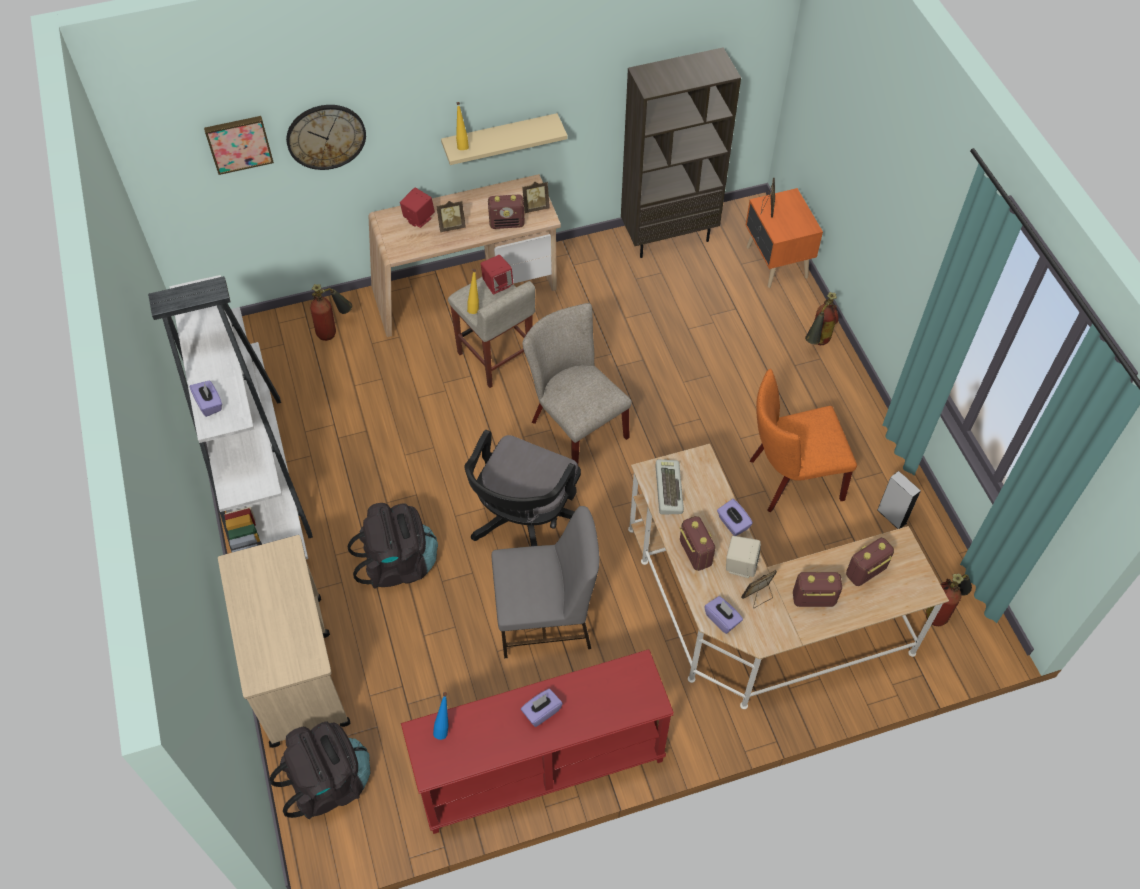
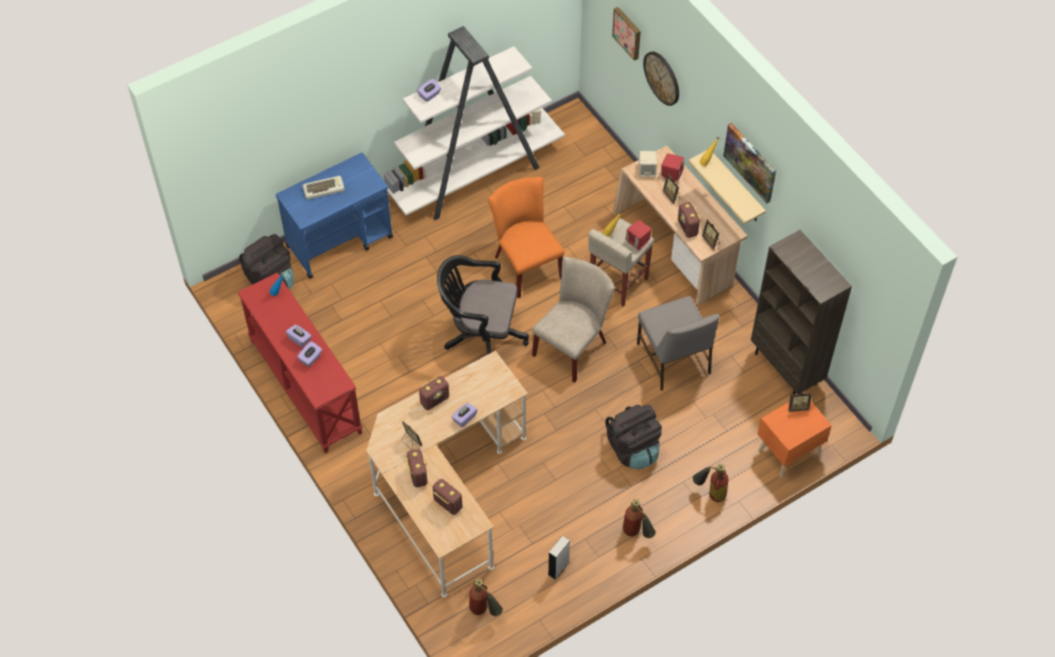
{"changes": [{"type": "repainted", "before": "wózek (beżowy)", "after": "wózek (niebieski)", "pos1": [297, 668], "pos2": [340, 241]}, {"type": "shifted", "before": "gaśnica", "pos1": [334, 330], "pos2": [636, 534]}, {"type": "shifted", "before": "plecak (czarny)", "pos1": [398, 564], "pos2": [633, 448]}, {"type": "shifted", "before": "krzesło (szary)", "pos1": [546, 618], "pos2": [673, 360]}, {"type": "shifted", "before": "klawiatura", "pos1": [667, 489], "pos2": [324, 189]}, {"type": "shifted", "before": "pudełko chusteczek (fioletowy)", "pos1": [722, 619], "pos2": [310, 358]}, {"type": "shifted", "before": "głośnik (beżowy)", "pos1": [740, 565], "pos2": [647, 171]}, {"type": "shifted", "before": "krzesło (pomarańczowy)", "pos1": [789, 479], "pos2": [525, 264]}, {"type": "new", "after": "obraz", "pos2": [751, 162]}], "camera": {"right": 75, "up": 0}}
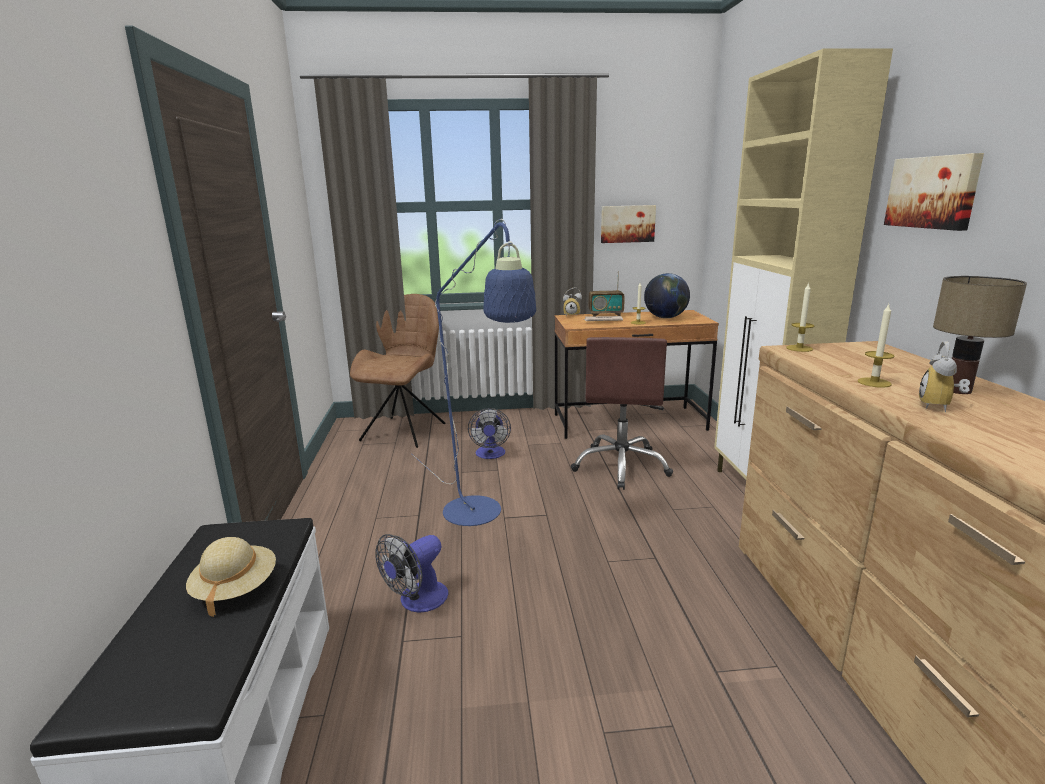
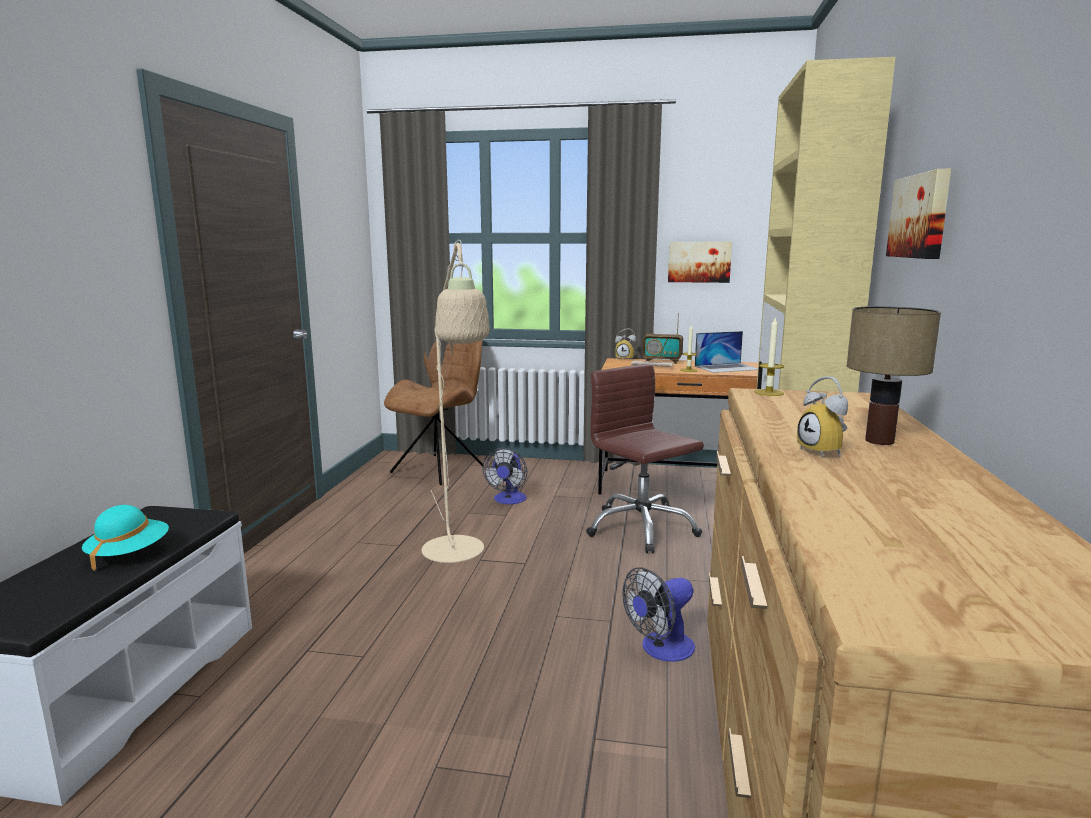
{"changes": [{"type": "repainted", "before": "kapelusz (beżowy)", "after": "kapelusz (turkusowy)", "pos1": [235, 589], "pos2": [129, 554]}, {"type": "shifted", "before": "wentylator", "pos1": [417, 601], "pos2": [660, 649]}, {"type": "repainted", "before": "lampa stojąca (niebieski)", "after": "lampa stojąca (beżowy)", "pos1": [480, 517], "pos2": [456, 556]}, {"type": "rotated", "before": "krzesło biurowe (brązowy)", "pos1": [621, 466], "pos2": [641, 528], "turn": 120}, {"type": "swapped", "before": "globus", "after": "laptop", "pos1": [665, 317], "pos2": [727, 368]}, {"type": "gone", "before": "świeca", "pos1": [874, 382]}, {"type": "rotated", "before": "budzik", "pos1": [940, 407], "pos2": [826, 452], "turn": -60}], "camera": {"right": 15, "up": -5}}
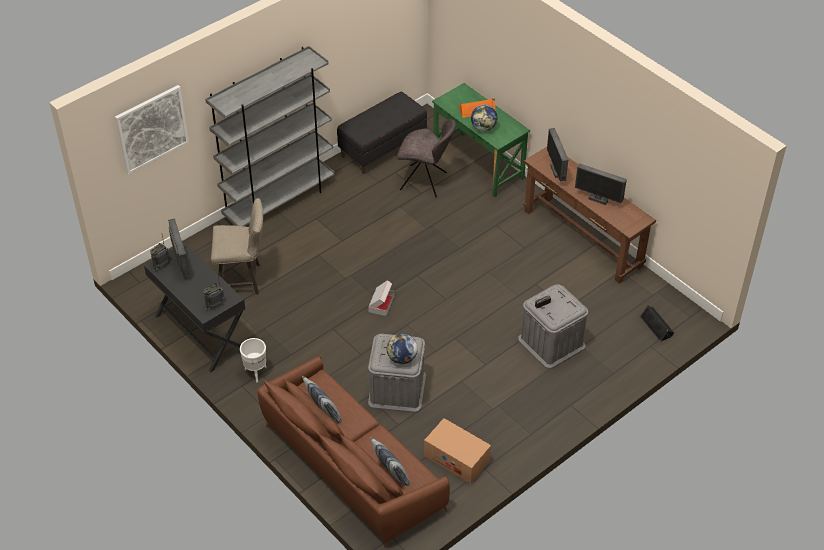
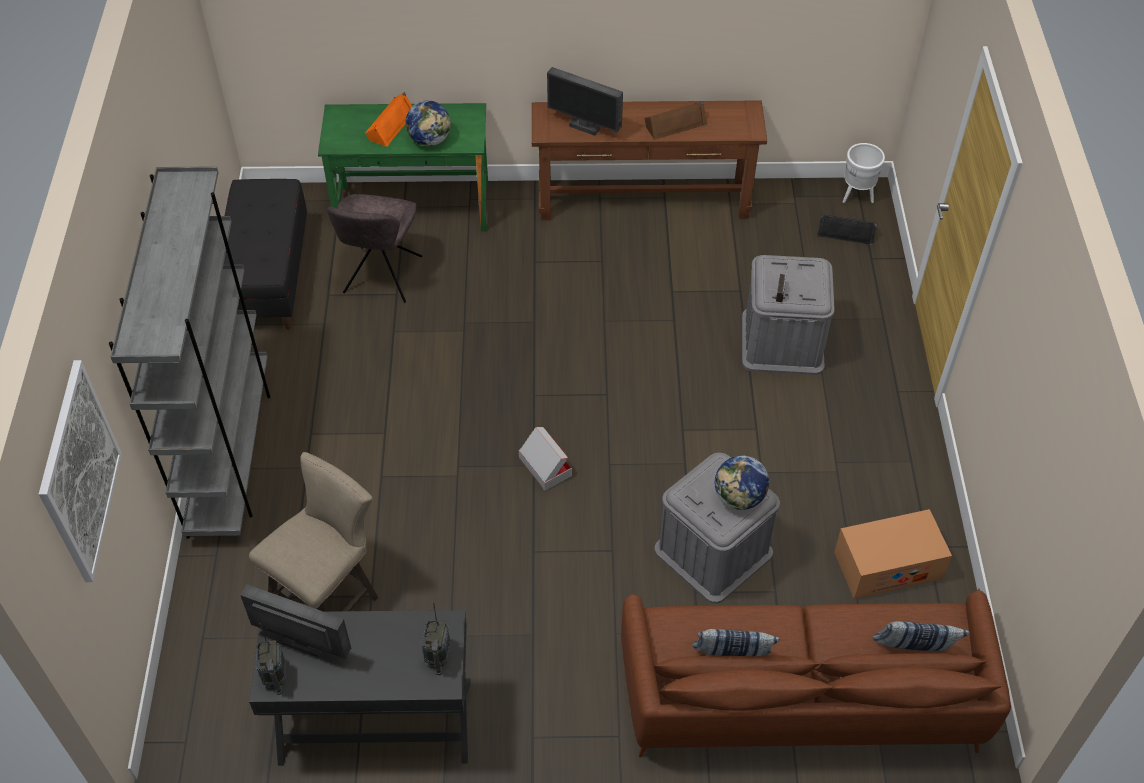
{"changes": [{"type": "shifted", "before": "donica (biały)", "pos1": [255, 373], "pos2": [857, 197]}, {"type": "rotated", "before": "krzesło (szary)", "pos1": [425, 182], "pos2": [381, 277], "turn": 135}, {"type": "swapped", "before": "monitor", "after": "głośnik (brązowy)", "pos1": [598, 199], "pos2": [675, 124]}], "camera": {"right": -50, "up": 5}}
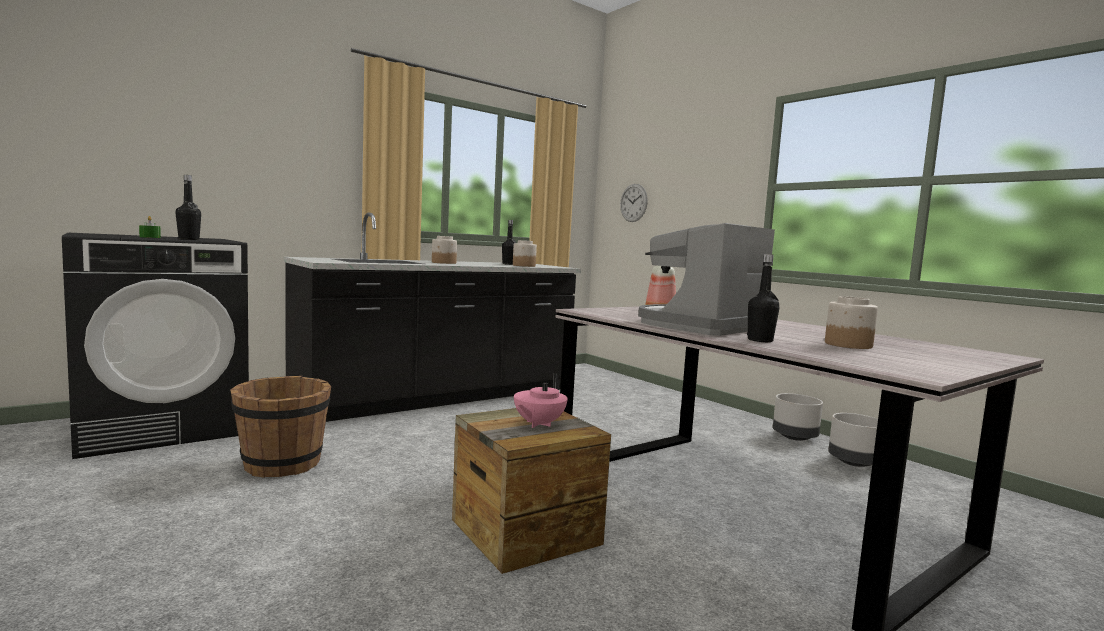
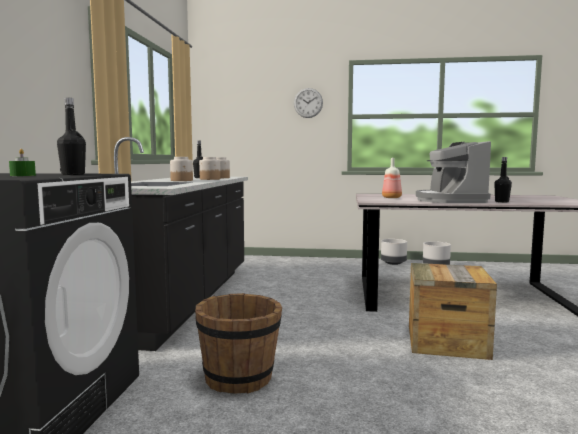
{"changes": [{"type": "gone", "before": "imbryk (różowy)", "pos1": [538, 424]}, {"type": "shifted", "before": "zegar ścienny", "pos1": [633, 203], "pos2": [308, 103]}, {"type": "shifted", "before": "słoik", "pos1": [847, 345], "pos2": [209, 179]}], "camera": {"right": -45, "up": 0}}
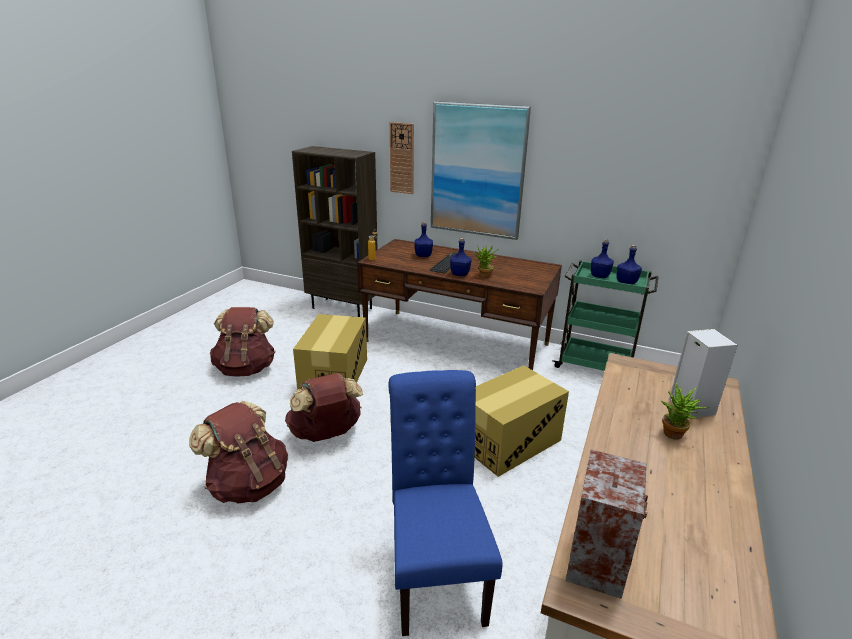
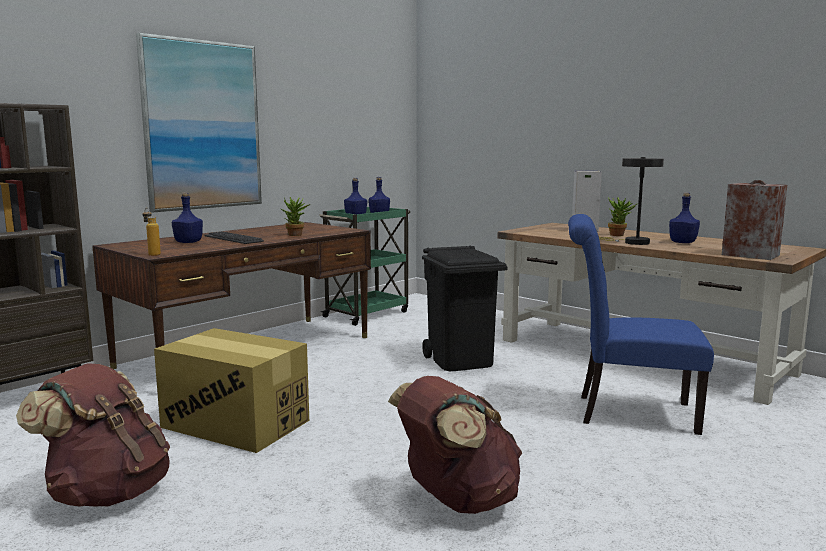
{"changes": [{"type": "gone", "before": "plecak (brązowy)", "pos1": [326, 434]}, {"type": "gone", "before": "zegar ścienny", "pos1": [402, 158]}, {"type": "shifted", "before": "butelka (niebieski)", "pos1": [460, 274], "pos2": [682, 242]}, {"type": "swapped", "before": "karton", "after": "kosz na śmieci (czarny)", "pos1": [509, 441], "pos2": [461, 360]}, {"type": "new", "after": "lampa stołowa (czarny)", "pos2": [632, 242]}], "camera": {"right": -70, "up": -15}}
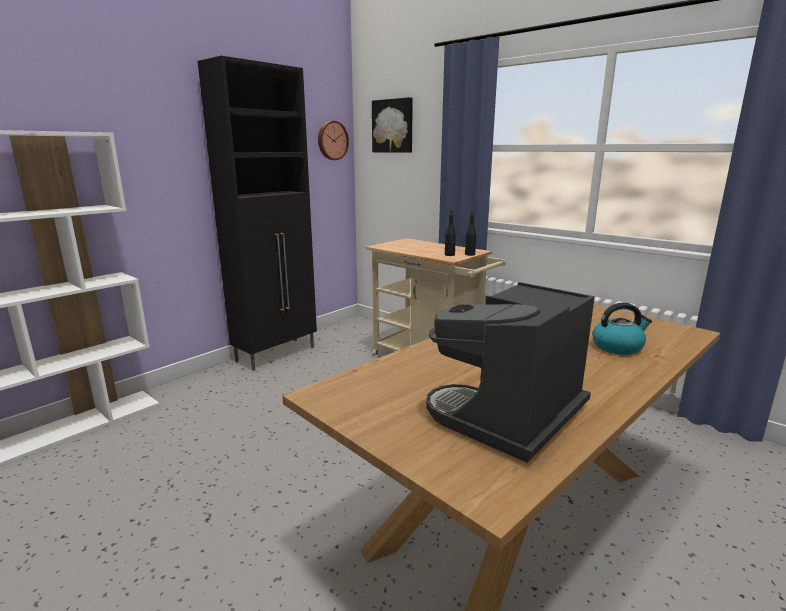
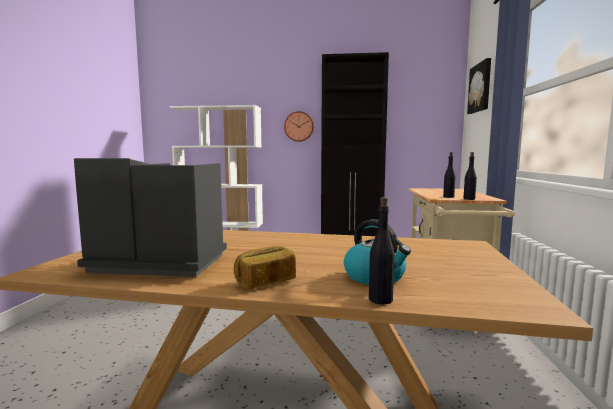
{"changes": [{"type": "shifted", "before": "zegar ścienny", "pos1": [332, 140], "pos2": [299, 126]}, {"type": "new", "after": "chleb", "pos2": [265, 282]}, {"type": "new", "after": "butelka (czarny)", "pos2": [381, 299]}], "camera": {"right": 55, "up": -10}}
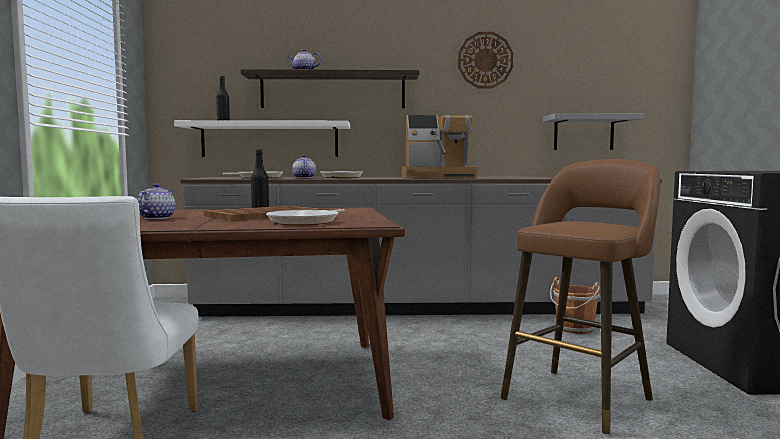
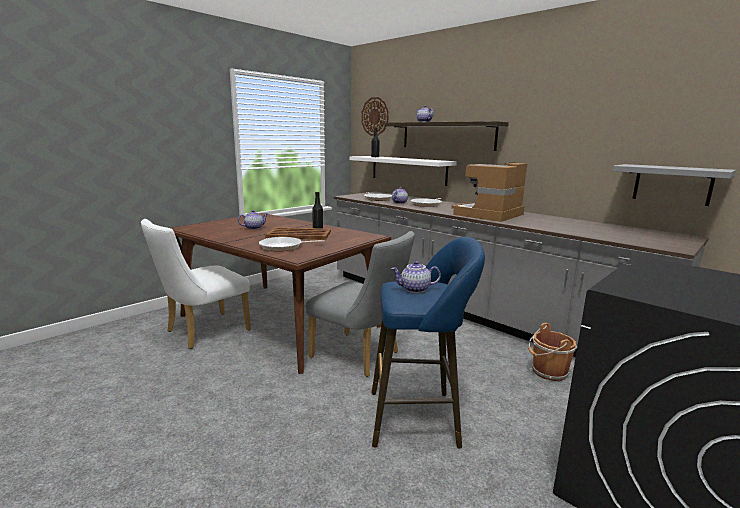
{"changes": [{"type": "rotated", "before": "ekspres do kawy", "pos1": [439, 177], "pos2": [488, 215], "turn": 90}, {"type": "shifted", "before": "zegar ścienny", "pos1": [485, 60], "pos2": [375, 116]}, {"type": "repainted", "before": "stołek (brązowy)", "after": "stołek (niebieski)", "pos1": [580, 396], "pos2": [419, 418]}, {"type": "new", "after": "krzesło (szary)", "pos2": [360, 356]}, {"type": "new", "after": "imbryk", "pos2": [414, 289]}], "camera": {"right": 45, "up": 10}}
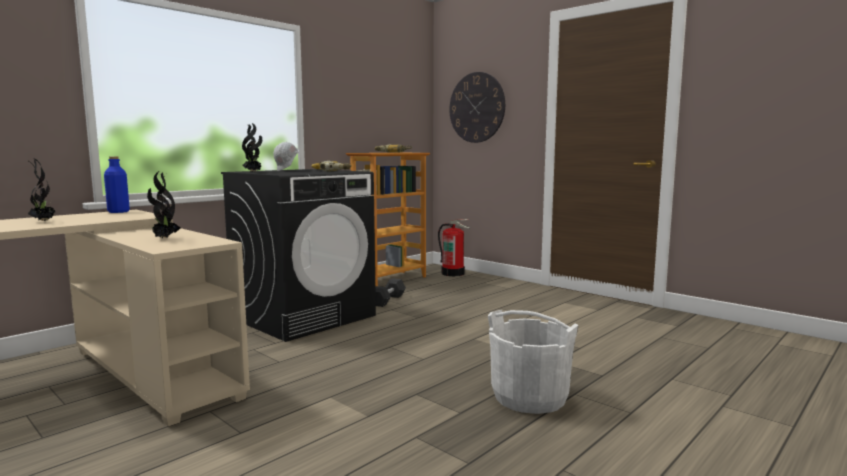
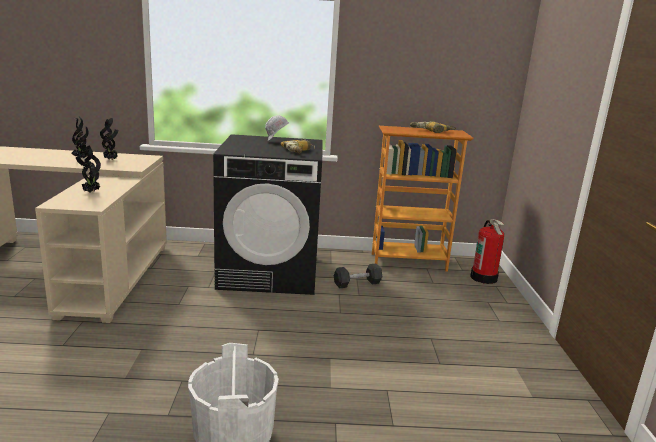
{"changes": [{"type": "gone", "before": "butelka (niebieski)", "pos1": [118, 212]}, {"type": "shifted", "before": "roślina doniczkowa", "pos1": [253, 172], "pos2": [111, 159]}, {"type": "gone", "before": "zegar ścienny", "pos1": [476, 107]}], "camera": {"right": 45, "up": 10}}
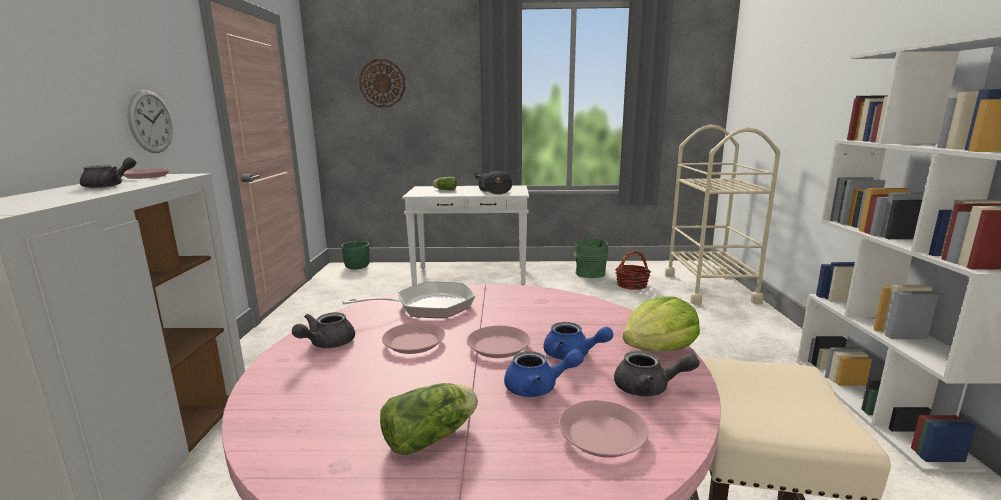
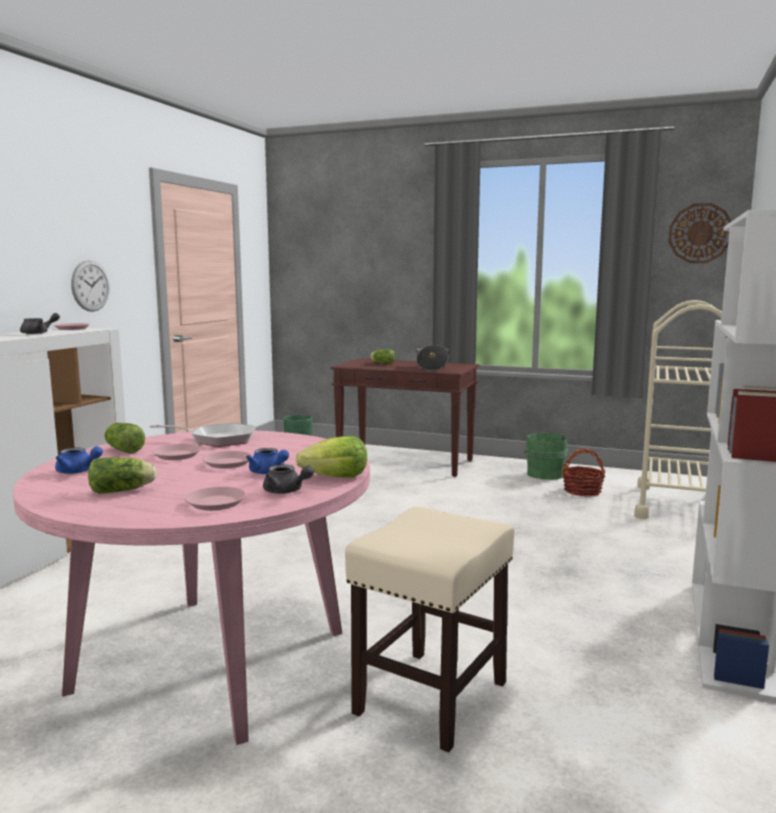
{"changes": [{"type": "swapped", "before": "imbryk (szary)", "after": "sałata", "pos1": [326, 344], "pos2": [123, 450]}, {"type": "shifted", "before": "zegar ścienny", "pos1": [382, 83], "pos2": [700, 233]}, {"type": "repainted", "before": "stolik konsolowy (biały)", "after": "stolik konsolowy (brązowy)", "pos1": [471, 276], "pos2": [406, 462]}, {"type": "shifted", "before": "imbryk (niebieski)", "pos1": [538, 388], "pos2": [78, 471]}], "camera": {"right": 20, "up": -5}}
